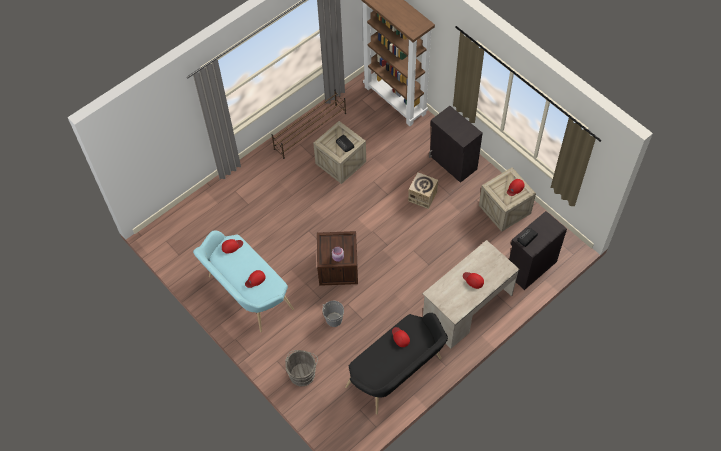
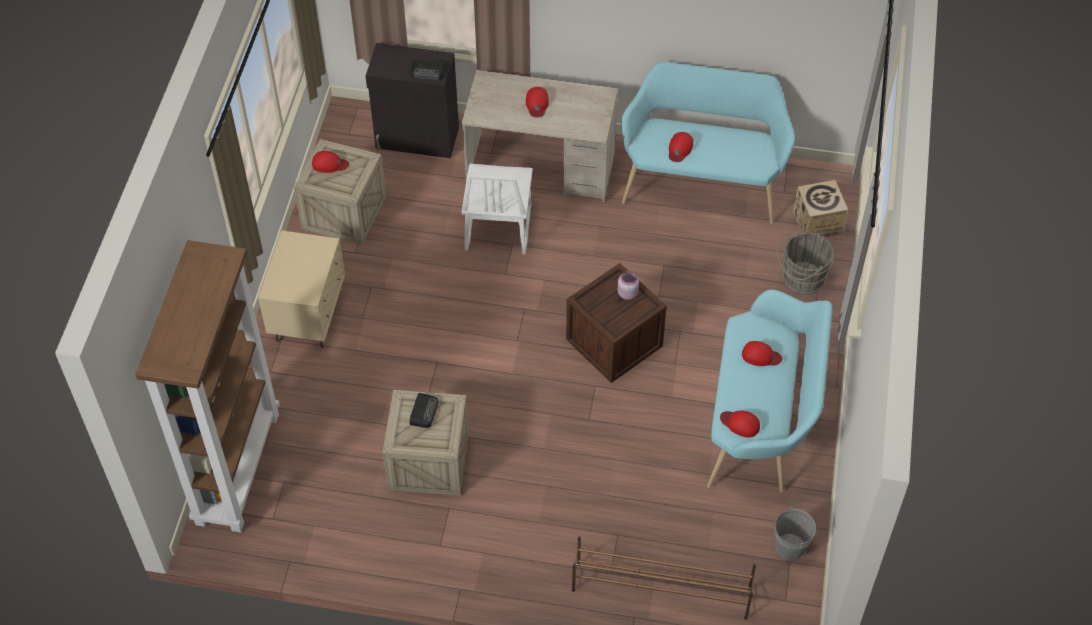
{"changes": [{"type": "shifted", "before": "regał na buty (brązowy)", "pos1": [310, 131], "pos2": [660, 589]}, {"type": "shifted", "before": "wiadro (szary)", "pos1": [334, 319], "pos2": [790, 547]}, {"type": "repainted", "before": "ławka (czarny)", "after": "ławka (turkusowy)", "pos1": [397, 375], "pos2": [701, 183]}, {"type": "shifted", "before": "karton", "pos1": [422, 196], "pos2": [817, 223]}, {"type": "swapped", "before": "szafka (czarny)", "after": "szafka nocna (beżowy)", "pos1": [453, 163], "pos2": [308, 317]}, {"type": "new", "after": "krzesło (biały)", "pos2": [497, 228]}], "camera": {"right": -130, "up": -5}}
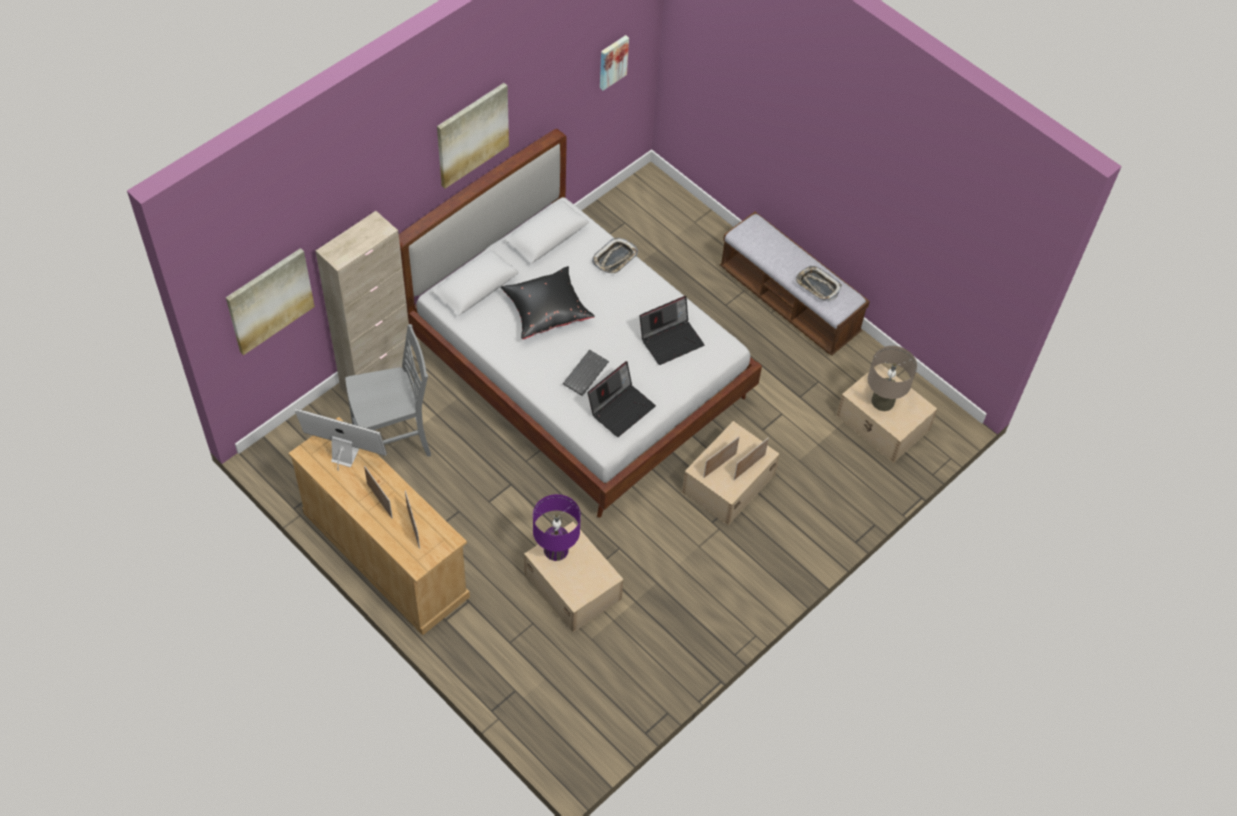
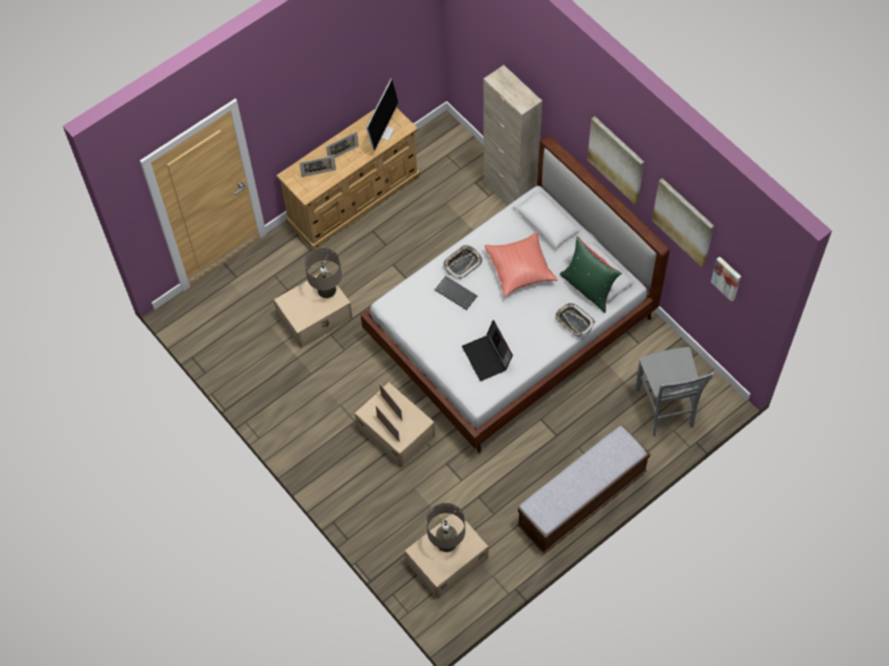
{"changes": [{"type": "shifted", "before": "obraz", "pos1": [269, 300], "pos2": [683, 221]}, {"type": "shifted", "before": "krzesło (szary)", "pos1": [394, 443], "pos2": [665, 409]}, {"type": "repainted", "before": "poduszka (czarny)", "after": "poduszka (czerwony)", "pos1": [546, 311], "pos2": [520, 270]}, {"type": "repainted", "before": "lampa stołowa (fioletowy)", "after": "lampa stołowa (beżowy)", "pos1": [556, 550], "pos2": [326, 290]}, {"type": "gone", "before": "laptop", "pos1": [621, 408]}, {"type": "shifted", "before": "taca", "pos1": [817, 286], "pos2": [462, 263]}, {"type": "new", "after": "poduszka (zielony)", "pos2": [588, 288]}], "camera": {"right": 100, "up": 5}}
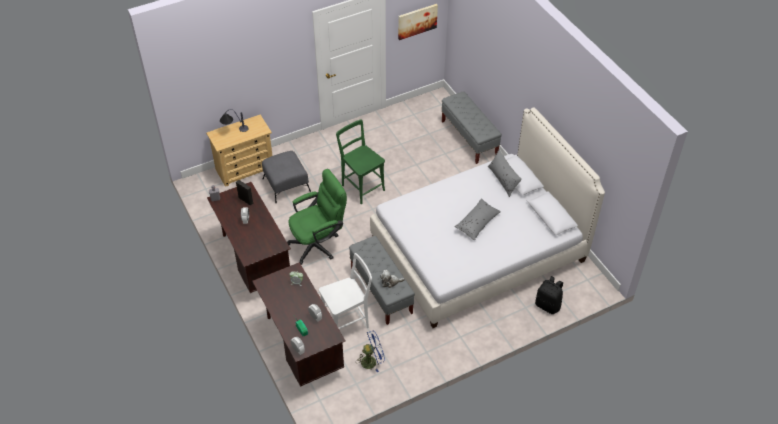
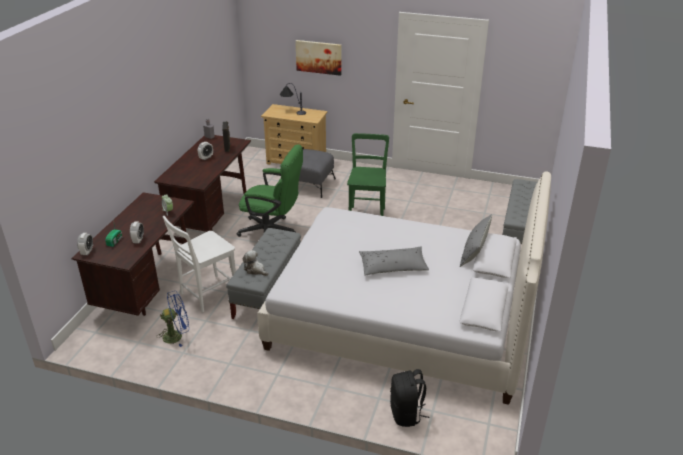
{"changes": [{"type": "rotated", "before": "krzesło (biały)", "pos1": [347, 321], "pos2": [207, 295], "turn": 120}, {"type": "rotated", "before": "wentylator (niebieski)", "pos1": [372, 361], "pos2": [177, 335], "turn": -45}, {"type": "shifted", "before": "obraz", "pos1": [417, 21], "pos2": [319, 57]}], "camera": {"right": 45, "up": -15}}
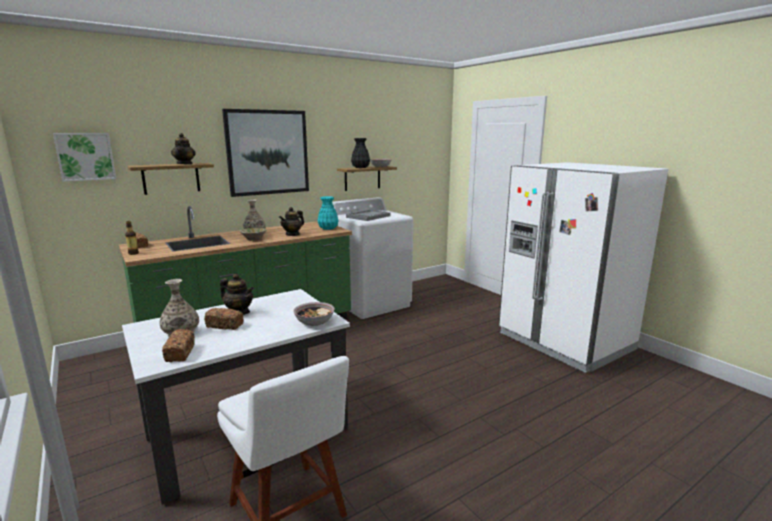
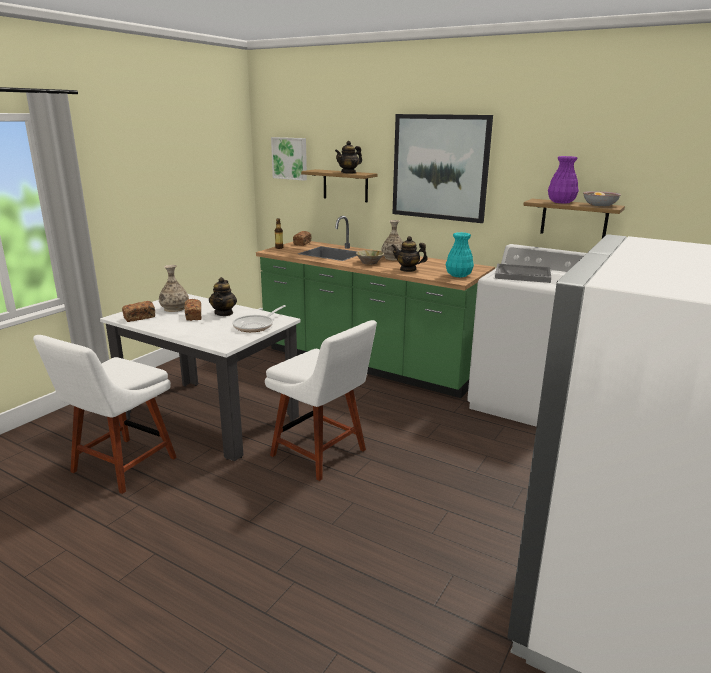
{"changes": [{"type": "gone", "before": "miska", "pos1": [314, 322]}, {"type": "repainted", "before": "wazon (czarny)", "after": "wazon (fioletowy)", "pos1": [360, 167], "pos2": [561, 202]}, {"type": "new", "after": "patelnia", "pos2": [256, 326]}, {"type": "new", "after": "krzesło (biały)", "pos2": [322, 454]}], "camera": {"right": 65, "up": 5}}
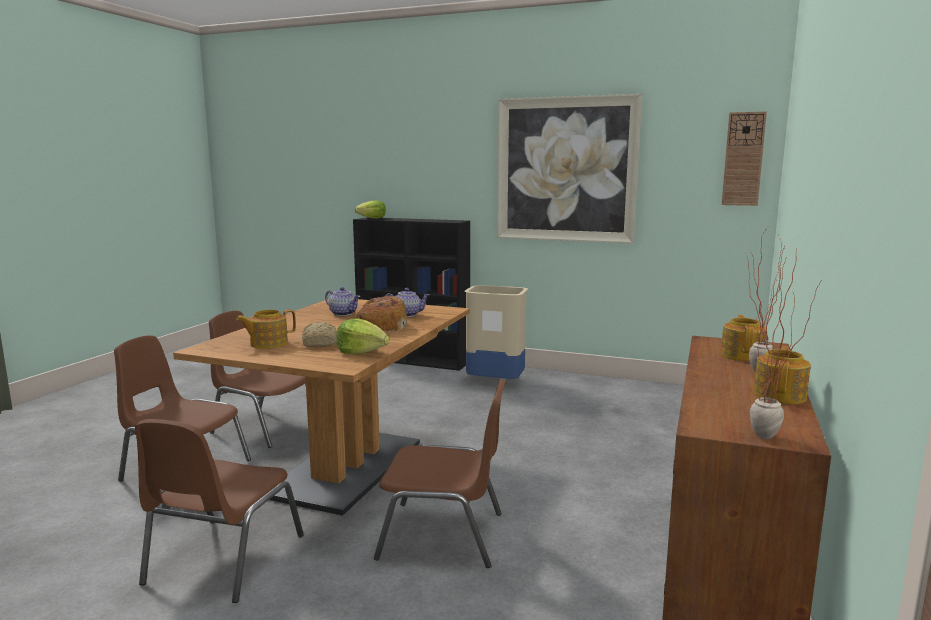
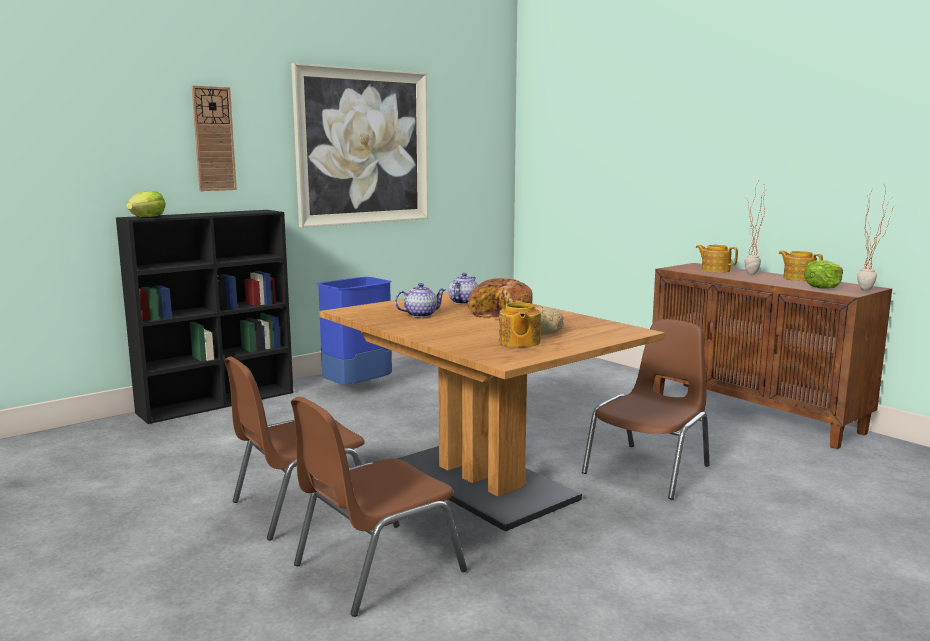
{"changes": [{"type": "gone", "before": "krzesło (brązowy)", "pos1": [222, 560]}, {"type": "shifted", "before": "sałata", "pos1": [361, 352], "pos2": [823, 287]}, {"type": "repainted", "before": "kosz na śmieci (beżowy)", "after": "kosz na śmieci (niebieski)", "pos1": [495, 383], "pos2": [357, 389]}, {"type": "shifted", "before": "zegar ścienny", "pos1": [743, 159], "pos2": [214, 139]}], "camera": {"right": -60, "up": 0}}
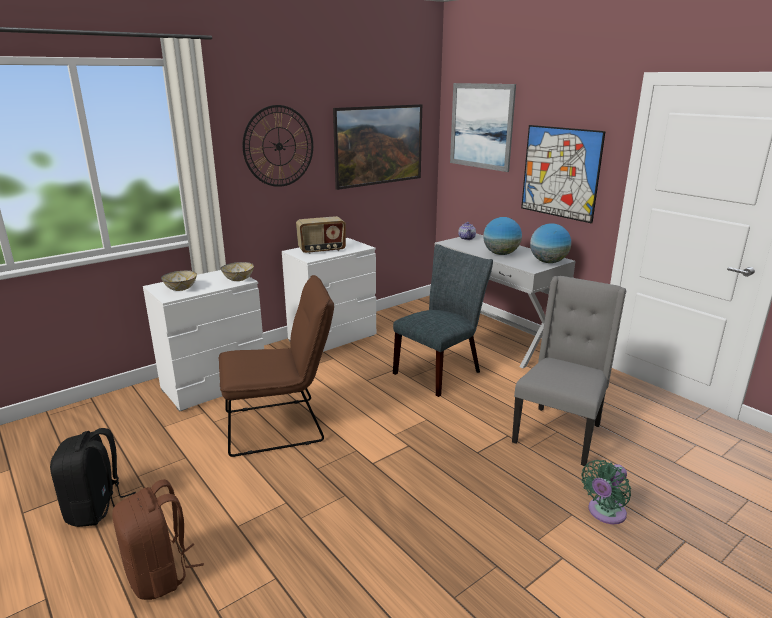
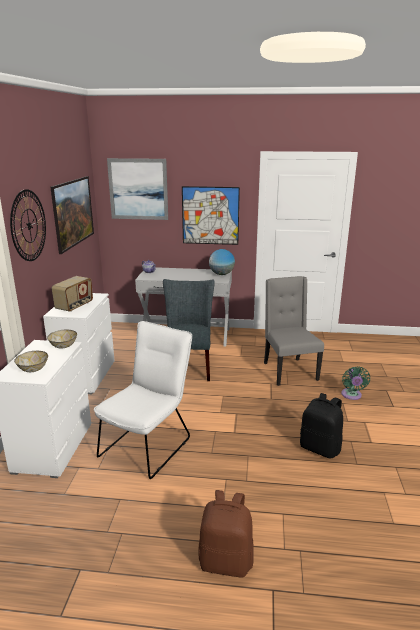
{"changes": [{"type": "shifted", "before": "plecak (czarny)", "pos1": [97, 508], "pos2": [320, 448]}, {"type": "repainted", "before": "krzesło (brązowy)", "after": "krzesło (biały)", "pos1": [281, 425], "pos2": [149, 444]}, {"type": "gone", "before": "globus", "pos1": [501, 254]}], "camera": {"right": -45, "up": 0}}
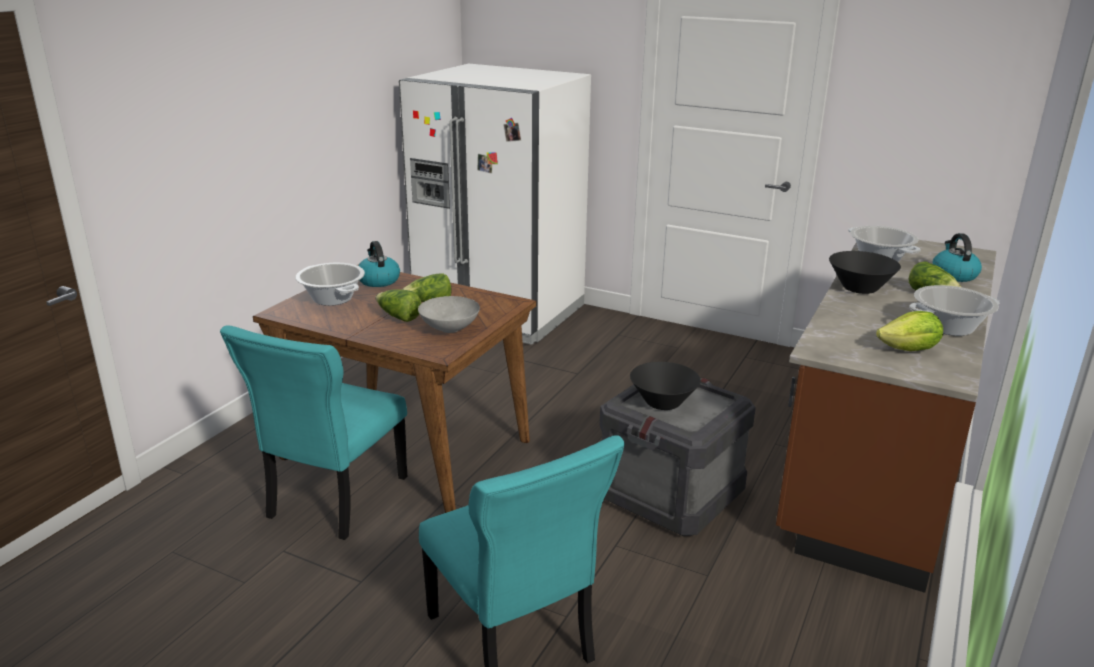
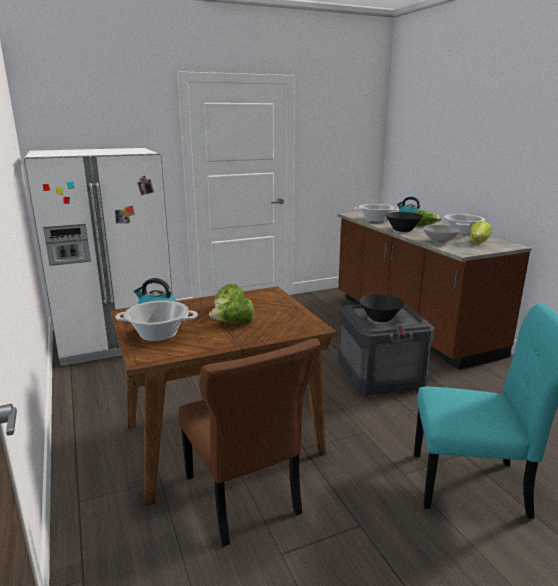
{"changes": [{"type": "repainted", "before": "krzesło (turkusowy)", "after": "krzesło (brązowy)", "pos1": [334, 500], "pos2": [243, 498]}, {"type": "shifted", "before": "miska (szary)", "pos1": [450, 329], "pos2": [440, 241]}], "camera": {"right": -50, "up": -5}}
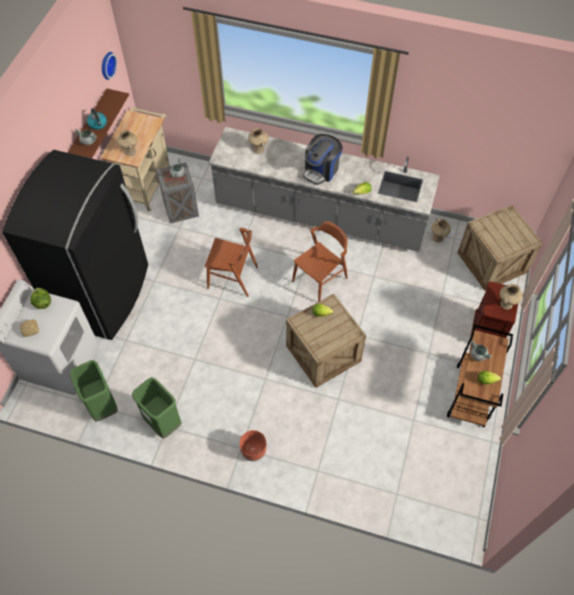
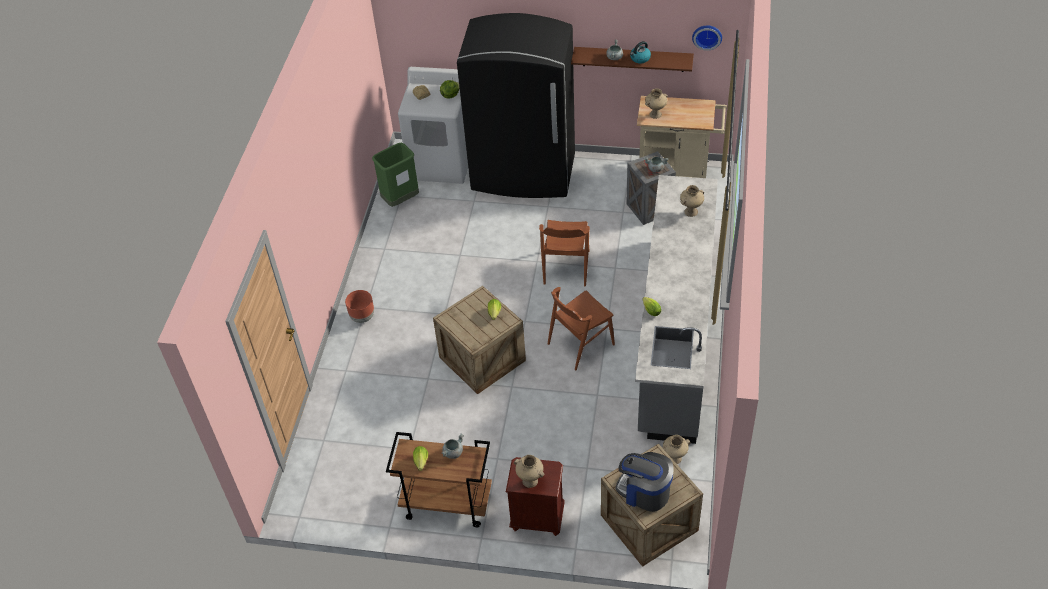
{"changes": [{"type": "gone", "before": "kosz na śmieci (zielony)", "pos1": [163, 423]}, {"type": "rotated", "before": "krzesło (brązowy)", "pos1": [320, 279], "pos2": [580, 344], "turn": 105}, {"type": "shifted", "before": "ekspres do kawy", "pos1": [321, 170], "pos2": [644, 492]}], "camera": {"right": 85, "up": -10}}
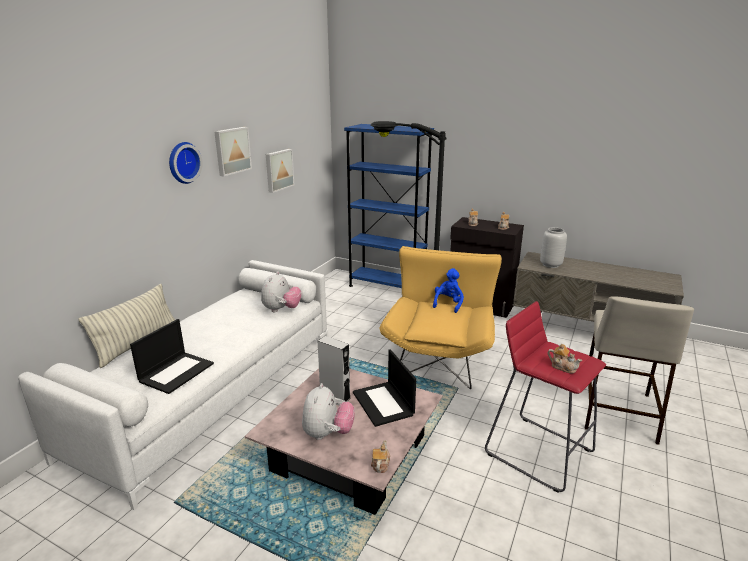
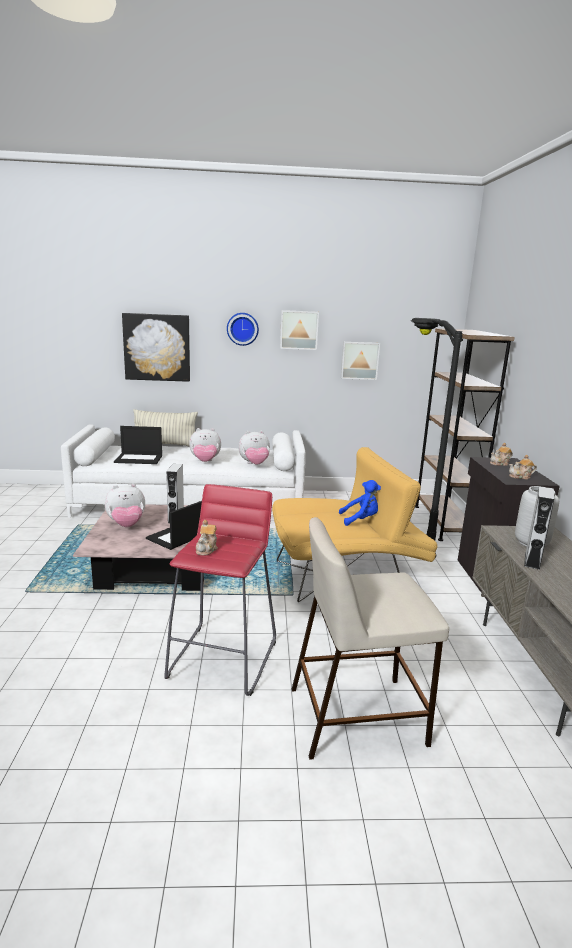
{"changes": [{"type": "repainted", "before": "regał (niebieski)", "after": "regał (brązowy)", "pos1": [387, 287], "pos2": [444, 522]}, {"type": "gone", "before": "imbryk", "pos1": [380, 464]}, {"type": "new", "after": "obraz", "pos2": [157, 347]}, {"type": "new", "after": "pluszak", "pos2": [205, 461]}, {"type": "new", "after": "głośnik (szary)", "pos2": [532, 560]}], "camera": {"right": 60, "up": -5}}
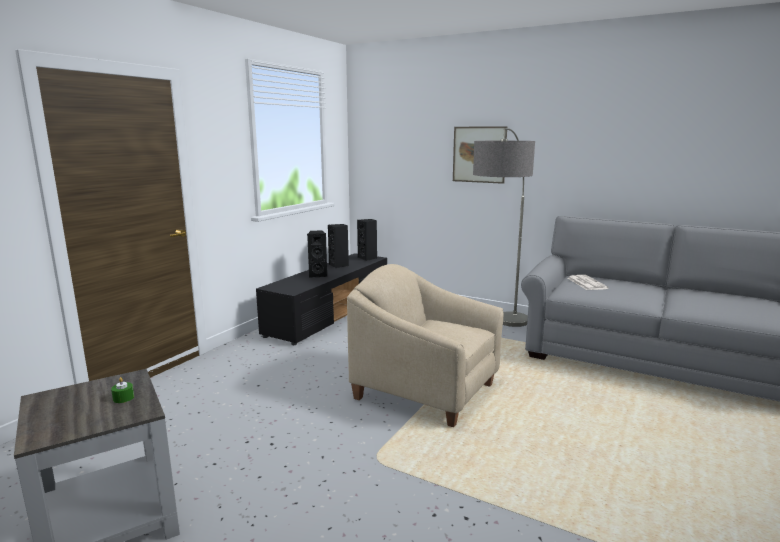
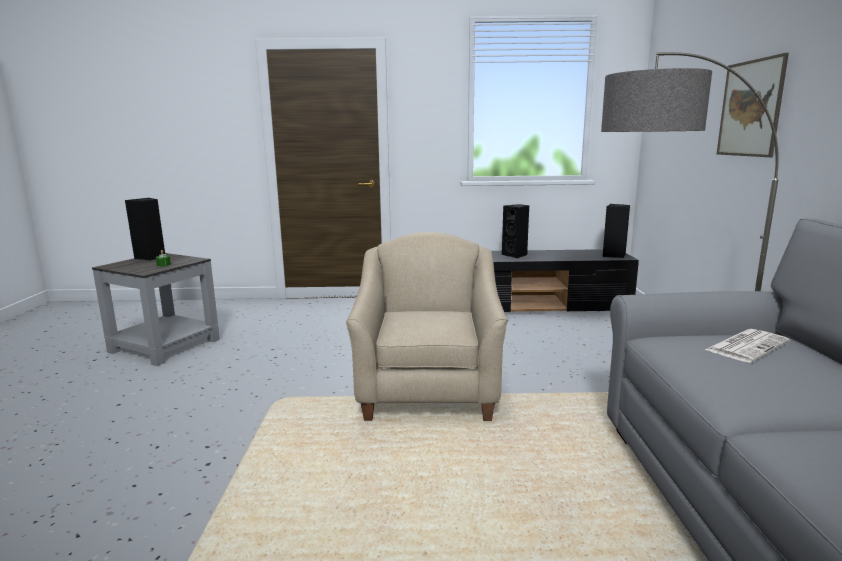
{"changes": [{"type": "shifted", "before": "głośnik (czarny)", "pos1": [339, 265], "pos2": [151, 257]}], "camera": {"right": 60, "up": 0}}
